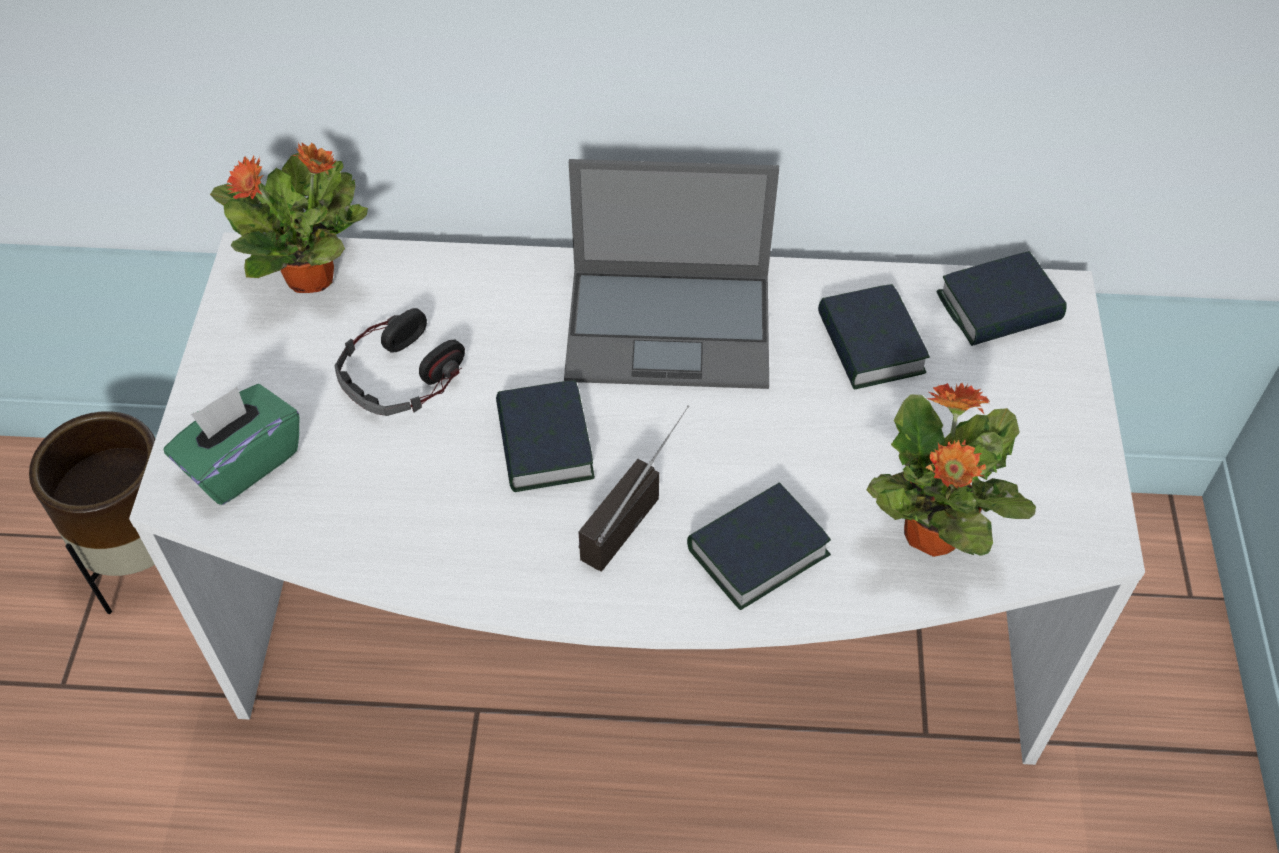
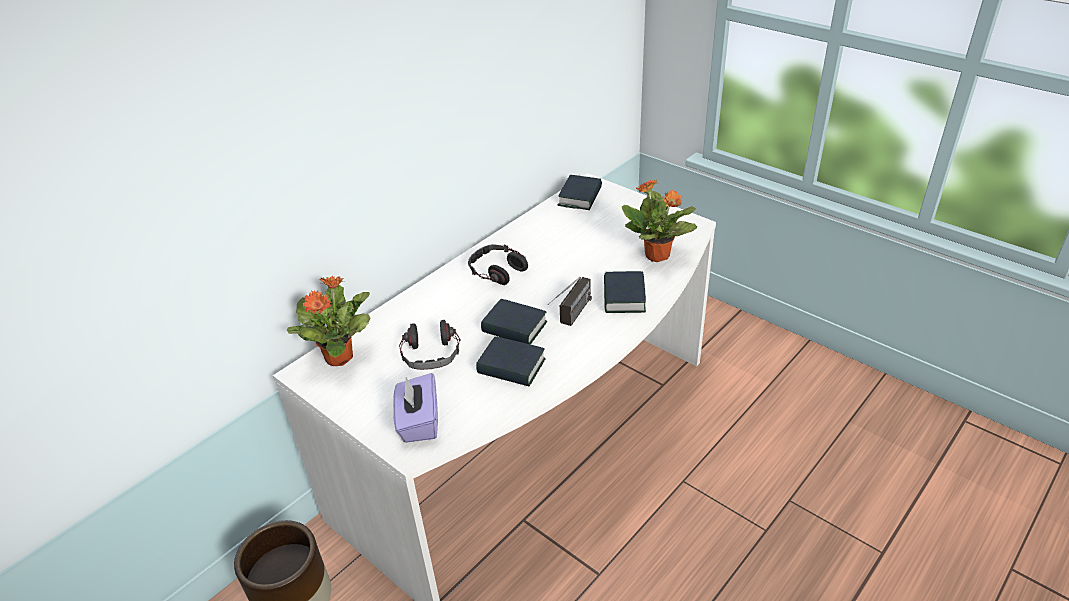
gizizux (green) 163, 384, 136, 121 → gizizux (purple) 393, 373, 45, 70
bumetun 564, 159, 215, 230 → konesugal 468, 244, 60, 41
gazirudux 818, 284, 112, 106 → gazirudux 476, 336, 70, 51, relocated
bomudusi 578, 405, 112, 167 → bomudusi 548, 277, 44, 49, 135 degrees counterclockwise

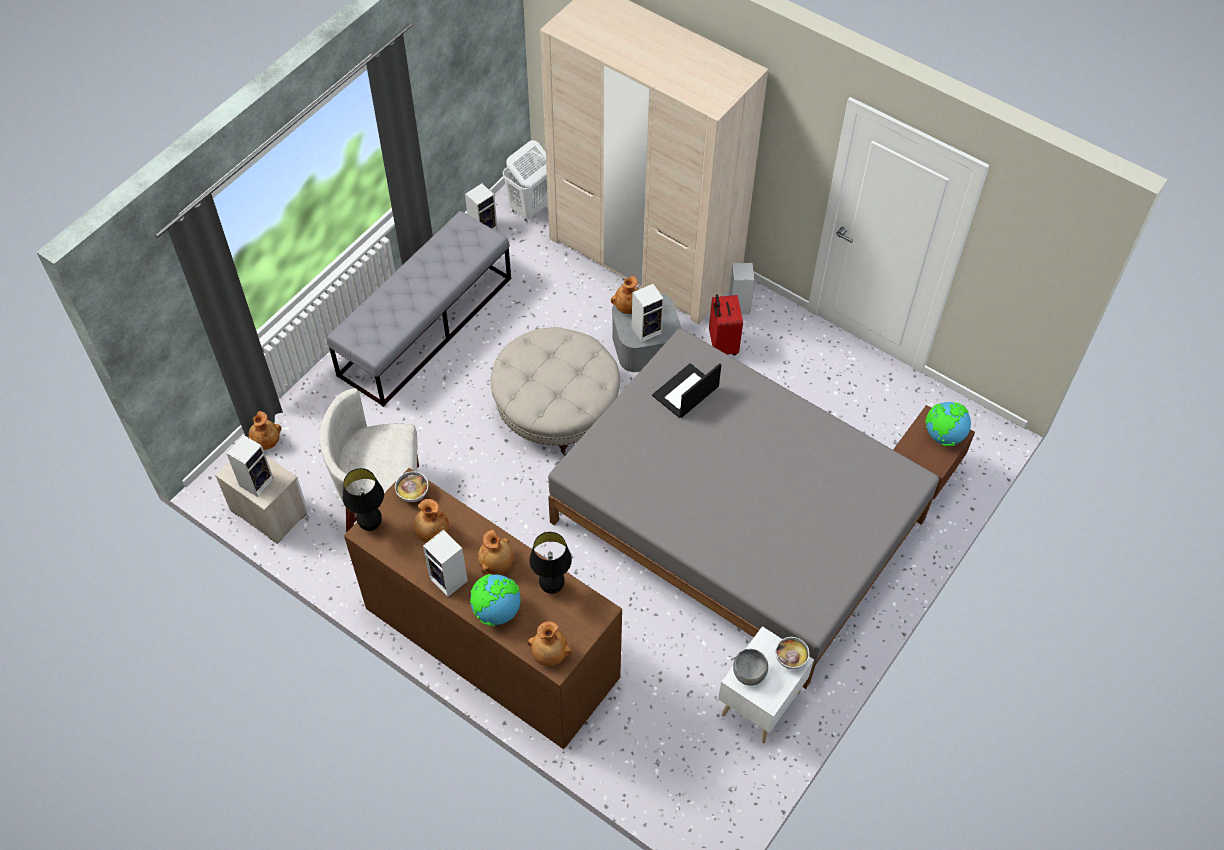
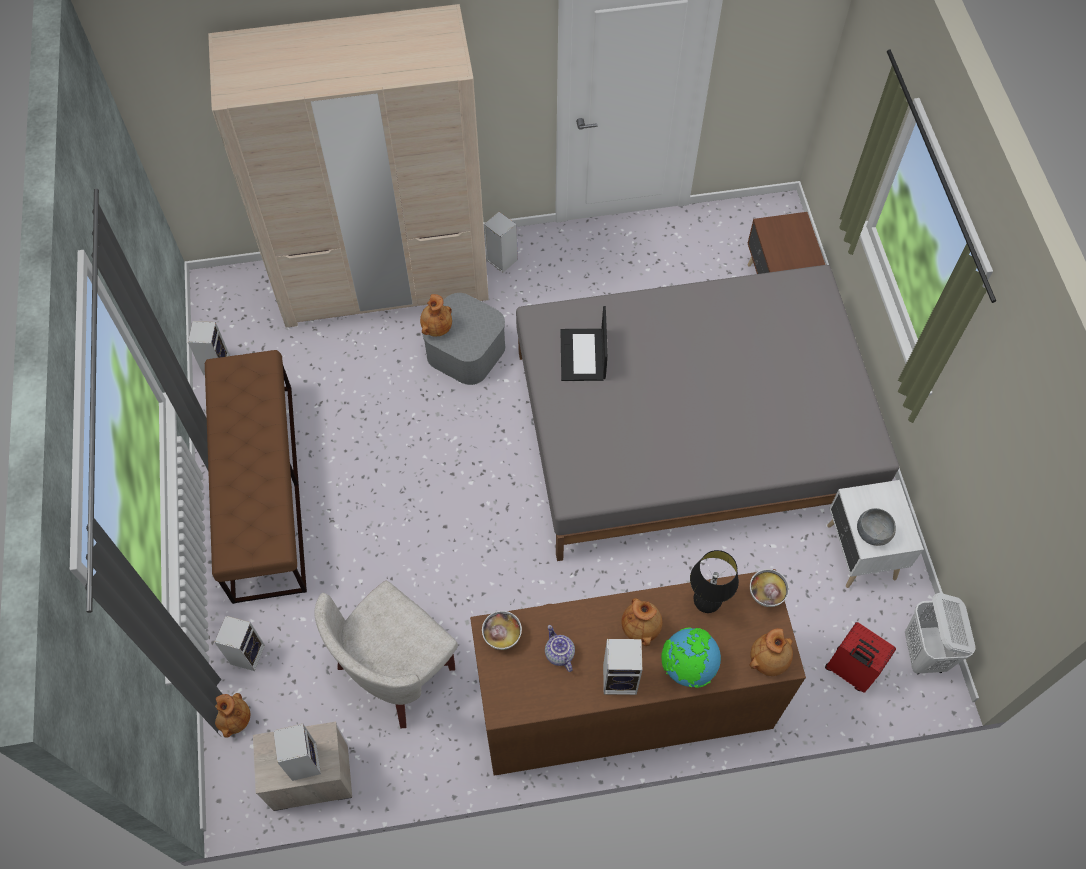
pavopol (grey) 327, 211, 184, 196 → pavopol (brown) 205, 350, 102, 254
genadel 631, 284, 33, 58 → genadel 214, 616, 51, 55, relocated
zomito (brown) 414, 499, 35, 43 → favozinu 545, 625, 30, 47
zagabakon 776, 637, 33, 32 → zagabakon 750, 569, 39, 38, relocated
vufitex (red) 709, 294, 34, 61 → vufitex (red) 825, 622, 71, 71, relocated
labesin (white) 503, 140, 45, 81 → labesin (white) 905, 593, 70, 81, relocated
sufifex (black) 343, 468, 41, 63 → -
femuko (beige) 490, 327, 130, 128 → -
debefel 925, 402, 46, 44 → -

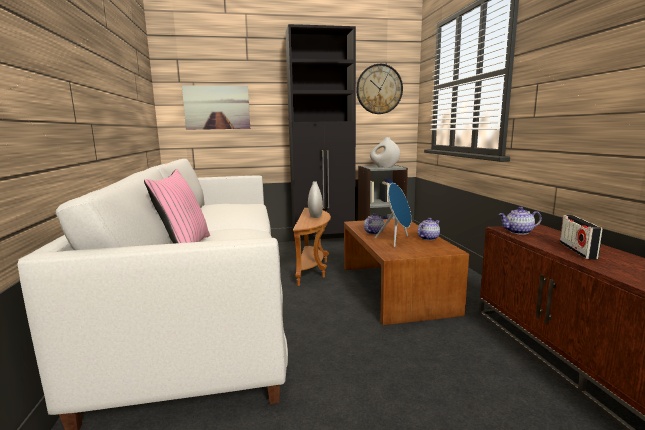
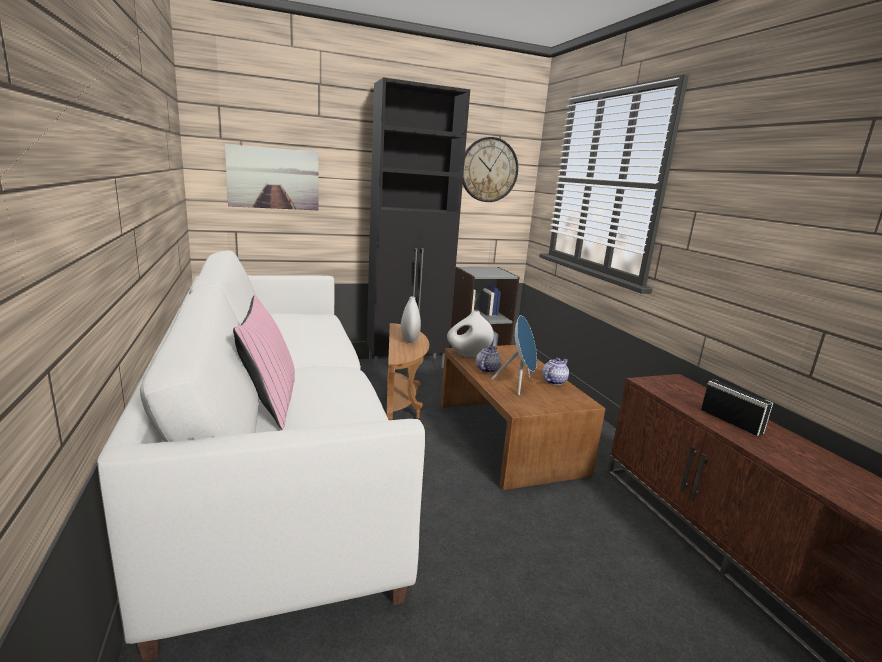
zomito (white) 370, 137, 30, 31 → zomito (white) 447, 310, 47, 47, relocated
bomudusi 560, 215, 43, 45 → bomudusi 701, 380, 72, 56, 150 degrees clockwise
favozinu 499, 207, 43, 28 → -

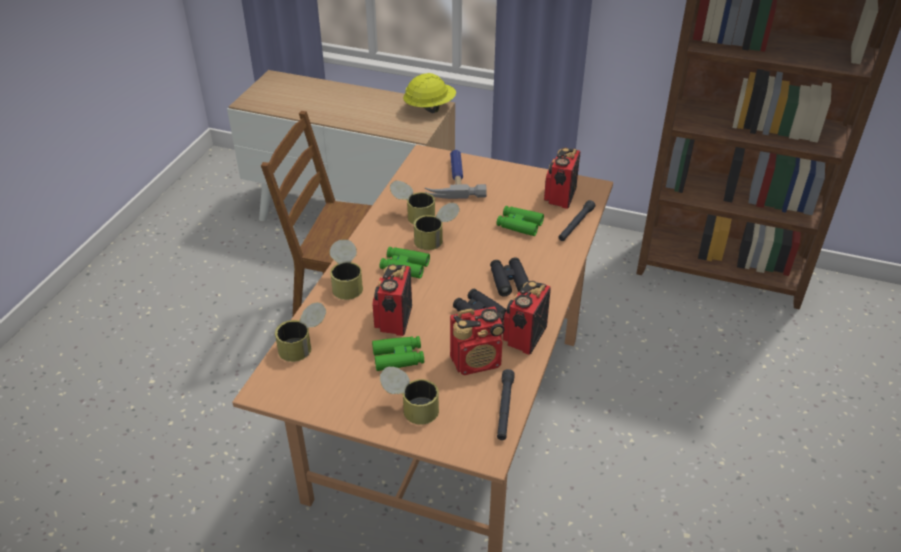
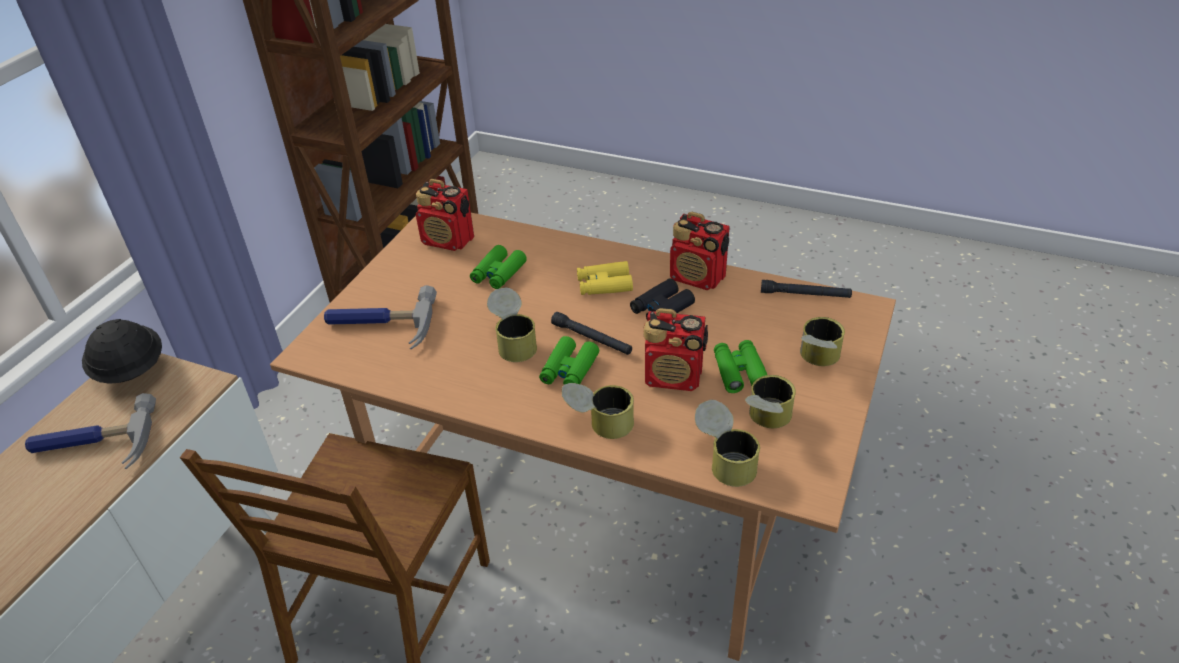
- → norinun 25, 393, 131, 76
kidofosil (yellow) 403, 73, 53, 40 → kidofosil (black) 82, 319, 80, 65
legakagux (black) 558, 200, 37, 41 → legakagux (black) 551, 312, 81, 43, relocated
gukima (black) 490, 257, 39, 40 → gukima (yellow) 577, 261, 56, 34
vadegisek 390, 181, 45, 43 → vadegisek 745, 375, 51, 53, relocated
bomudusi 450, 306, 55, 69 → -

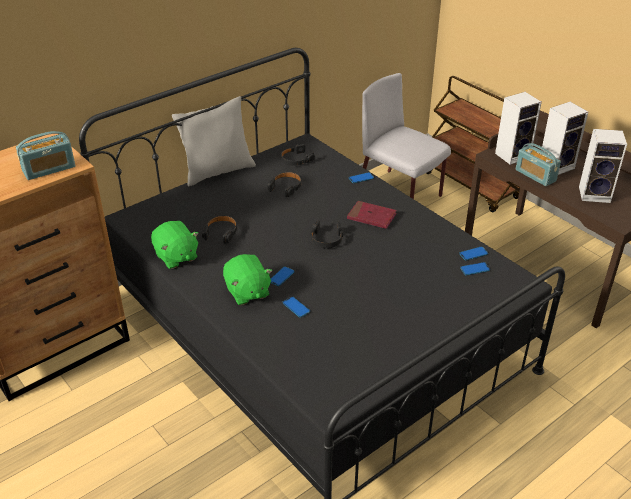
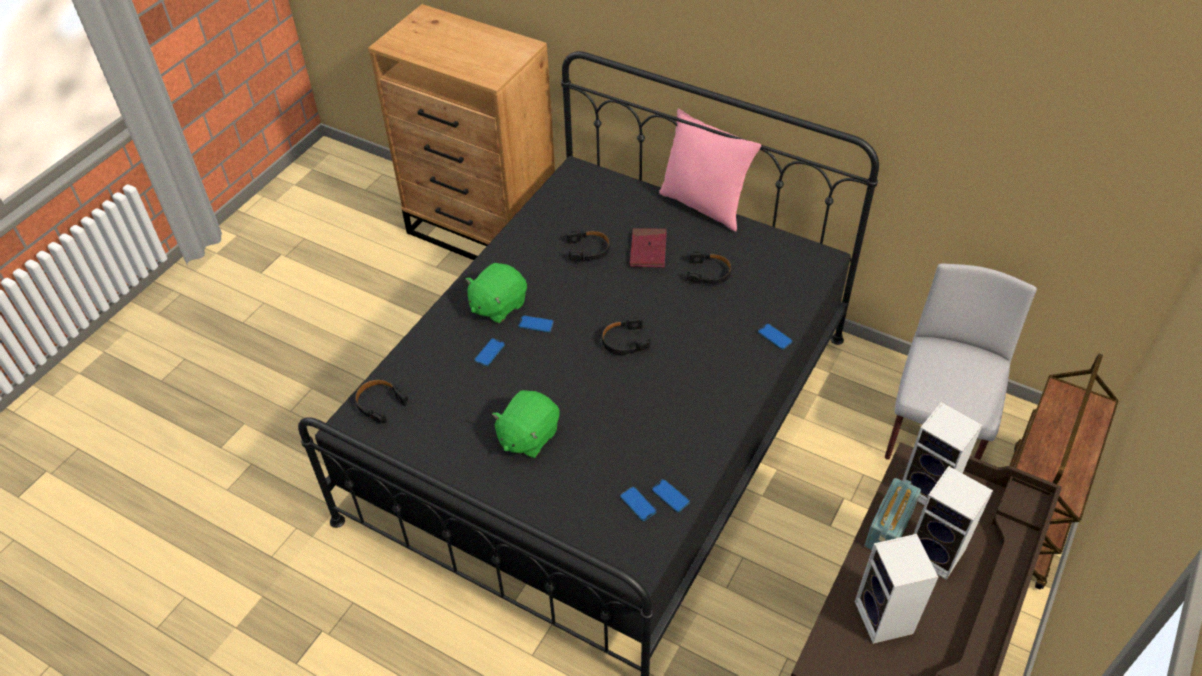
konesugal (black) 281, 144, 34, 22 → konesugal (black) 355, 379, 53, 45, relocated
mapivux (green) 151, 221, 48, 48 → mapivux (green) 492, 390, 68, 68, relocated
gazirudux (red) 347, 201, 50, 28 → gazirudux (red) 630, 228, 37, 40, relocated
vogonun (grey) 172, 96, 84, 90 → vogonun (pink) 659, 108, 102, 124
bomudusi 16, 131, 59, 49 → -

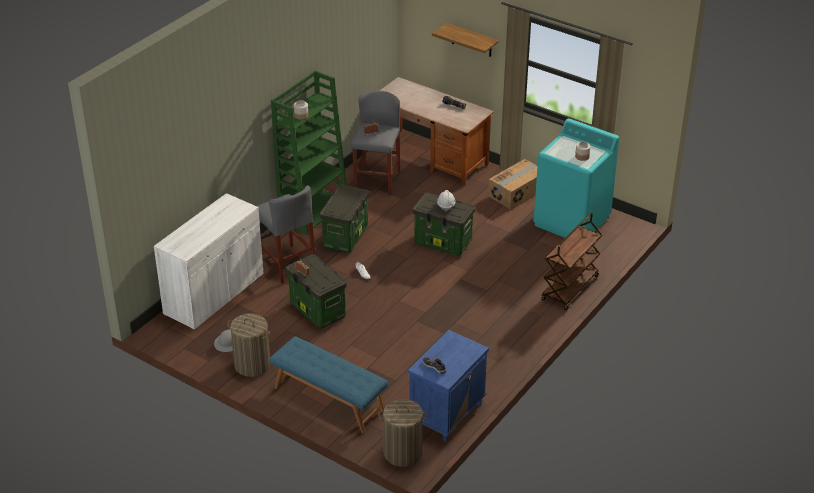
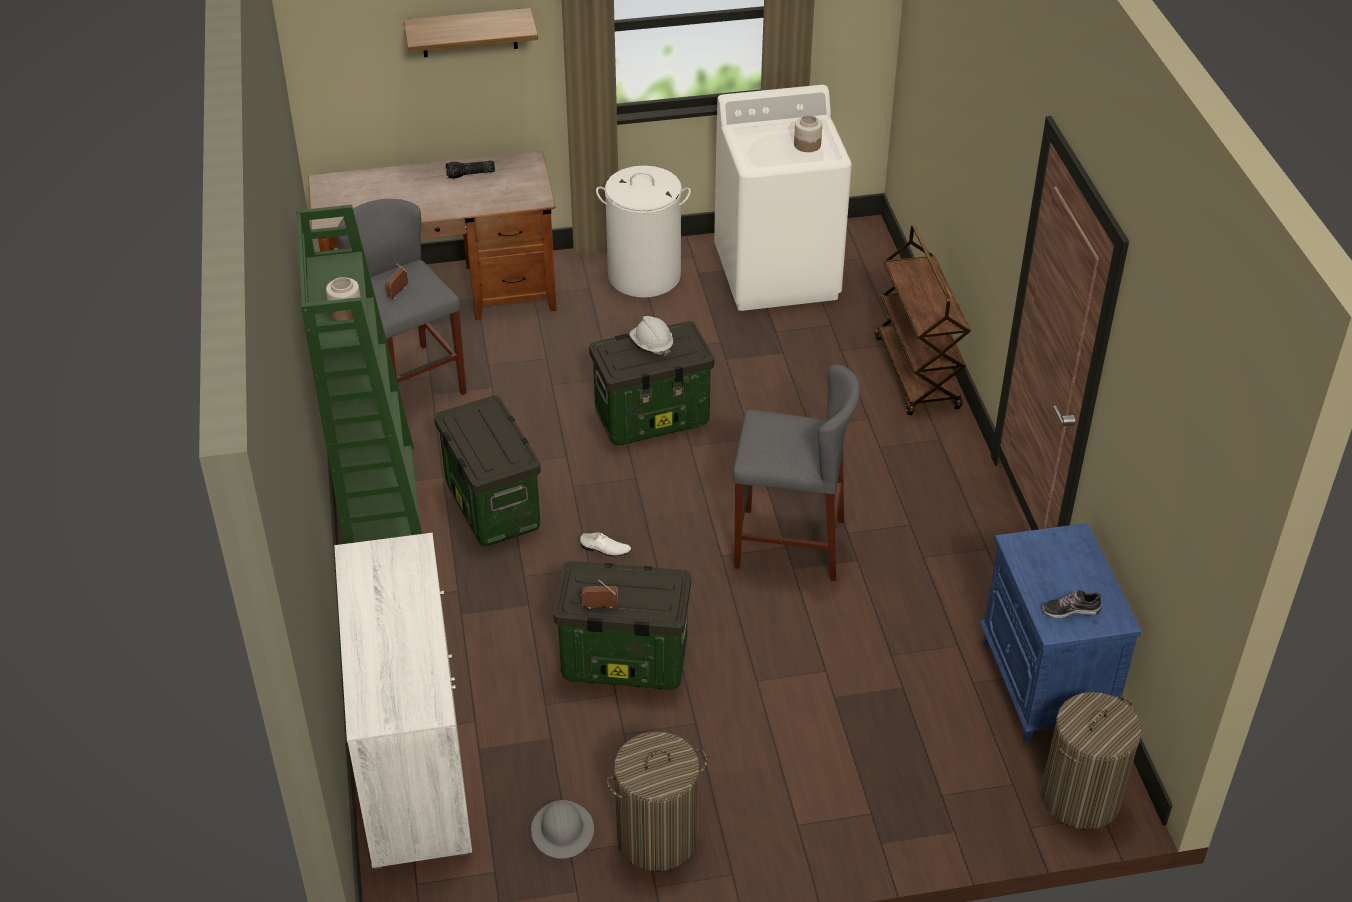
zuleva 488, 159, 50, 50 → labesin (white) 596, 166, 95, 132
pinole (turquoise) 534, 118, 85, 120 → pinole (white) 714, 85, 138, 226
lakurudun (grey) 257, 185, 59, 99 → lakurudun (grey) 733, 365, 127, 216, relocated
pavopol (blue) 269, 336, 119, 97 → -

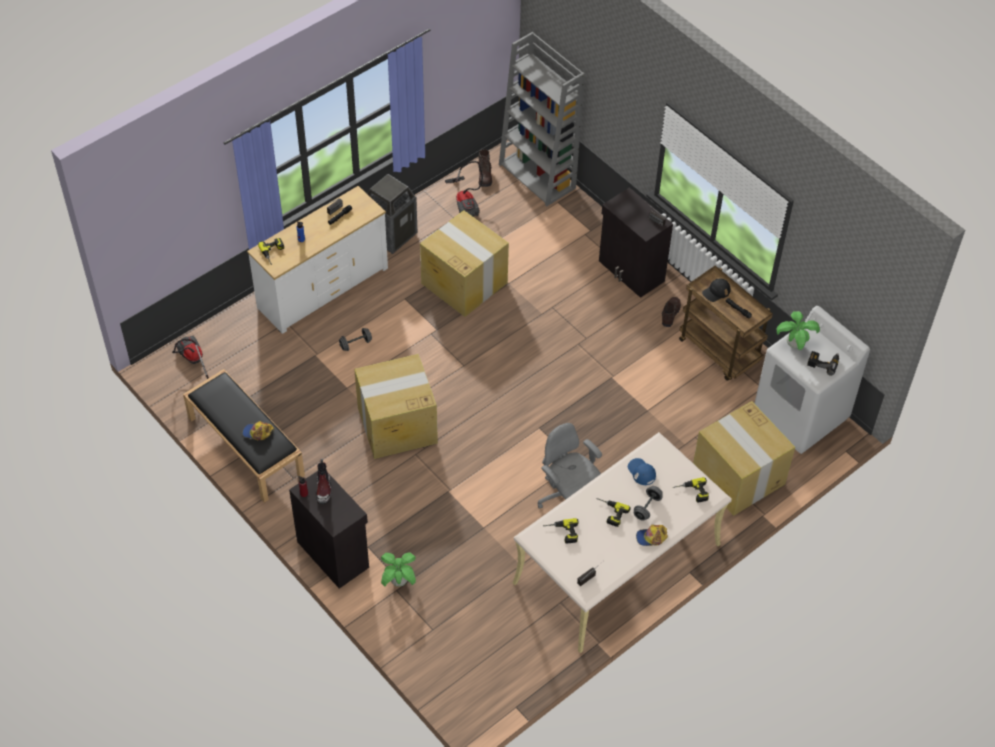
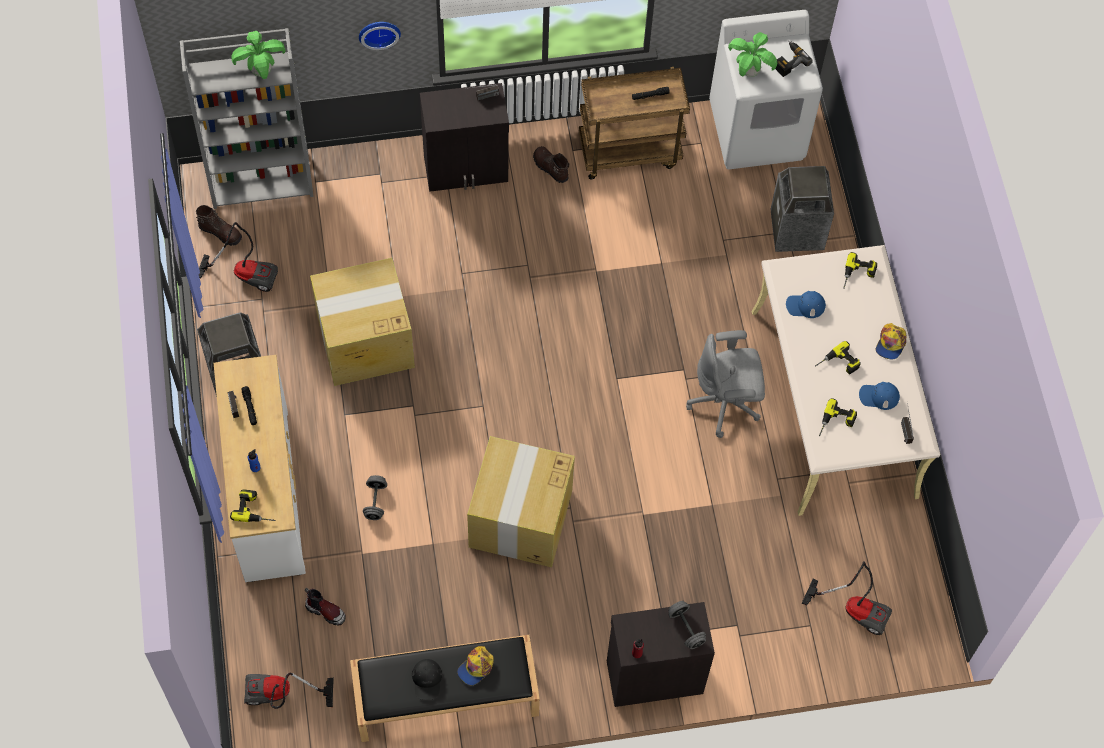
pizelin 381, 552, 35, 35 → pizelin 231, 31, 55, 48, relocated
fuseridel 316, 459, 15, 45 → fuseridel 305, 588, 41, 38, relocated
- → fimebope 359, 22, 42, 28
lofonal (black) 702, 279, 29, 23 → lofonal (black) 412, 659, 30, 41, relocated
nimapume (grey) 634, 486, 29, 35 → nimapume (grey) 668, 601, 38, 48, relocated
zuleva 693, 401, 102, 115 → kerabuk 770, 166, 64, 86
- → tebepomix 802, 561, 90, 74
- → lofonal (blue) 859, 382, 41, 28

